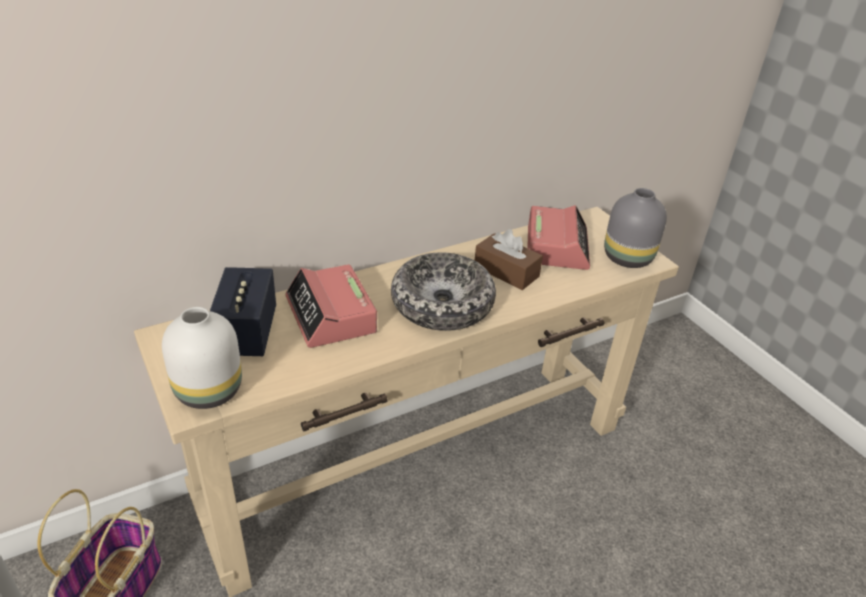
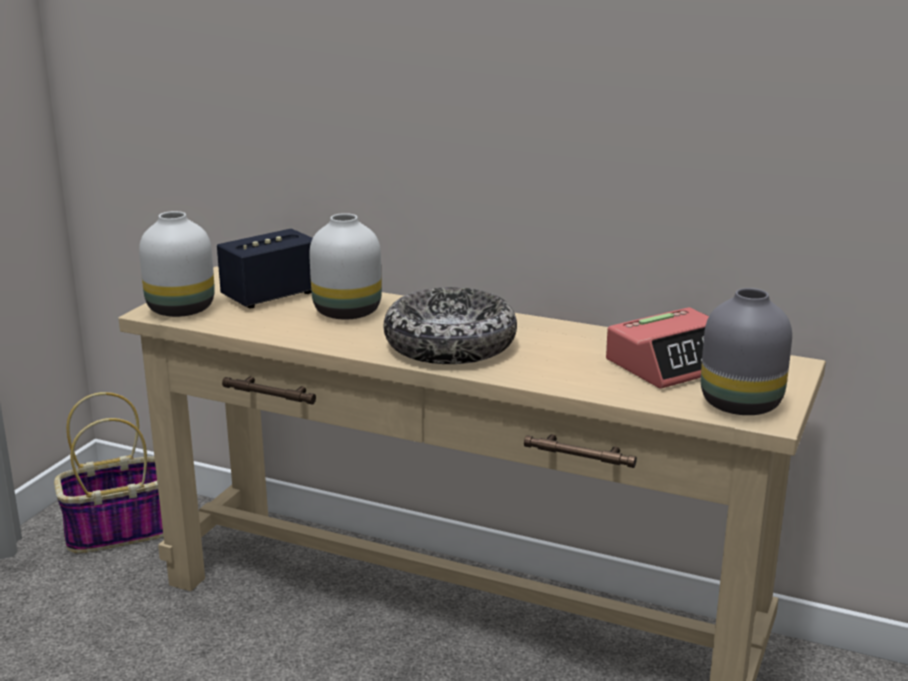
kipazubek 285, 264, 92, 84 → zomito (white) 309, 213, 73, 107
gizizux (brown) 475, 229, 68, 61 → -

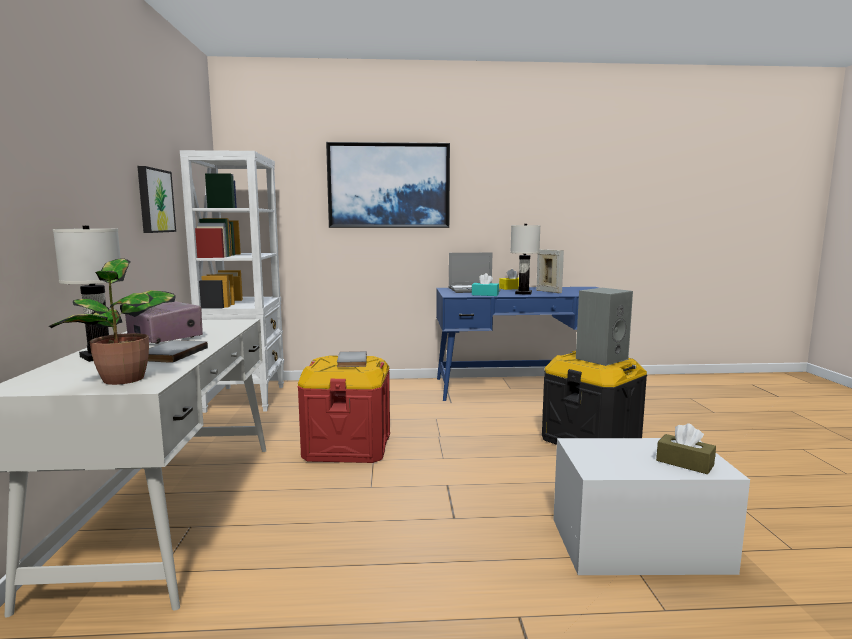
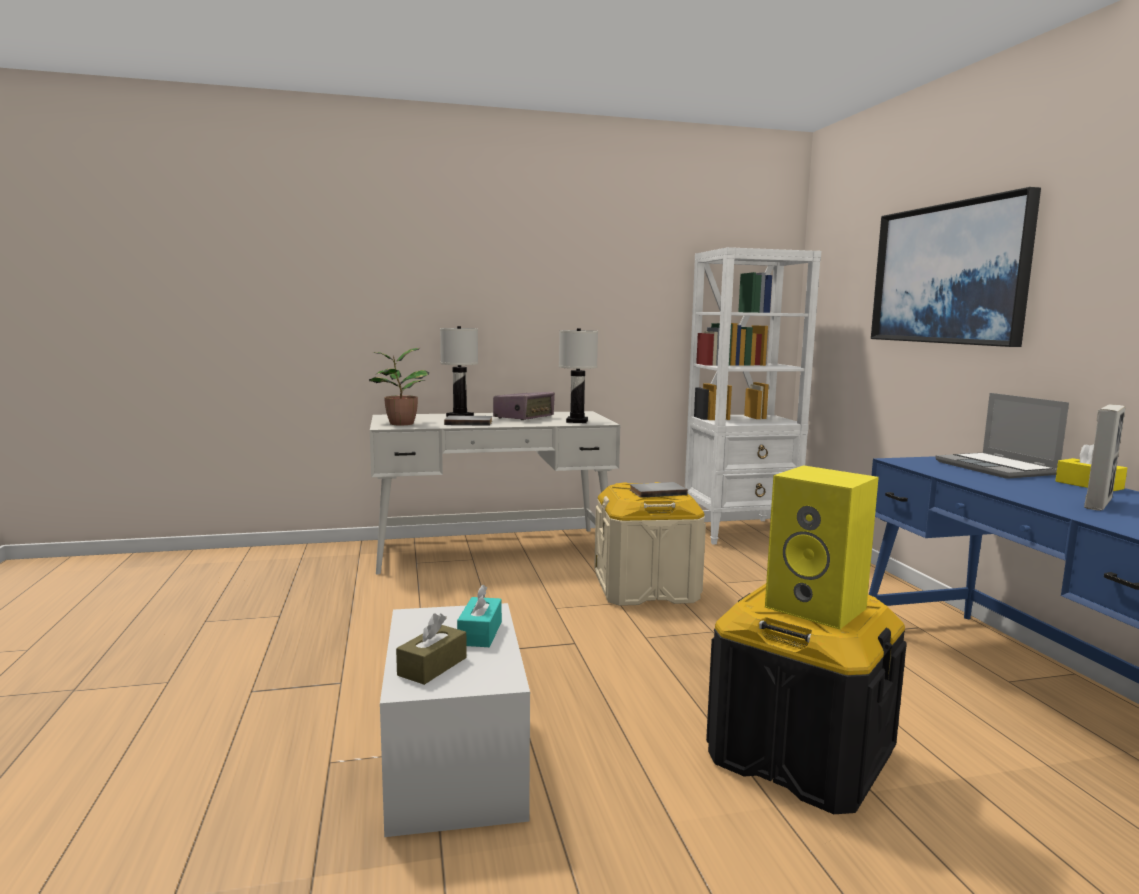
gizizux (turquoise) 472, 273, 27, 23 → gizizux (turquoise) 457, 585, 45, 62, relocated
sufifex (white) 510, 224, 31, 71 → sufifex (white) 559, 328, 39, 95, relocated
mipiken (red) 298, 356, 92, 107 → mipiken (beige) 594, 482, 112, 124
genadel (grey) 576, 288, 57, 78 → genadel (yellow) 765, 465, 114, 165
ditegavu 137, 166, 39, 67 → -

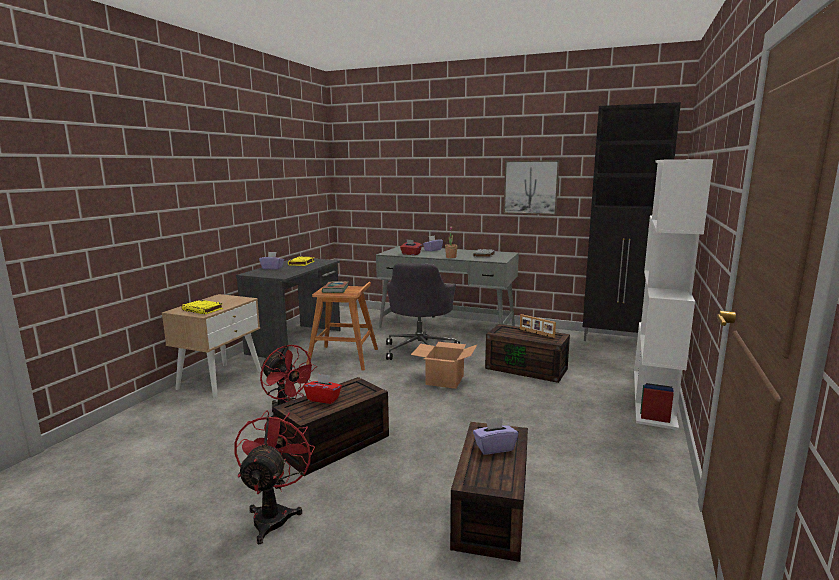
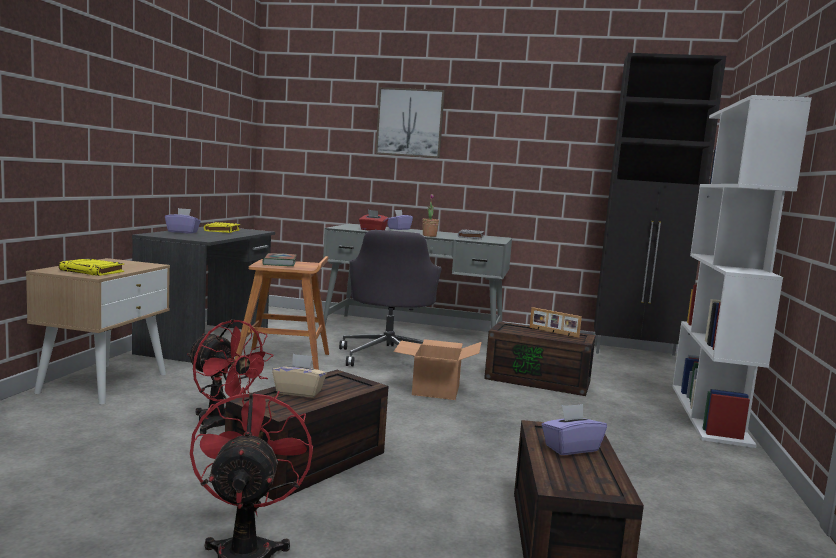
gizizux (red) 304, 373, 38, 31 → gizizux (beige) 272, 354, 55, 43
ditegavu 503, 160, 56, 55 → ditegavu 376, 87, 69, 71, relocated

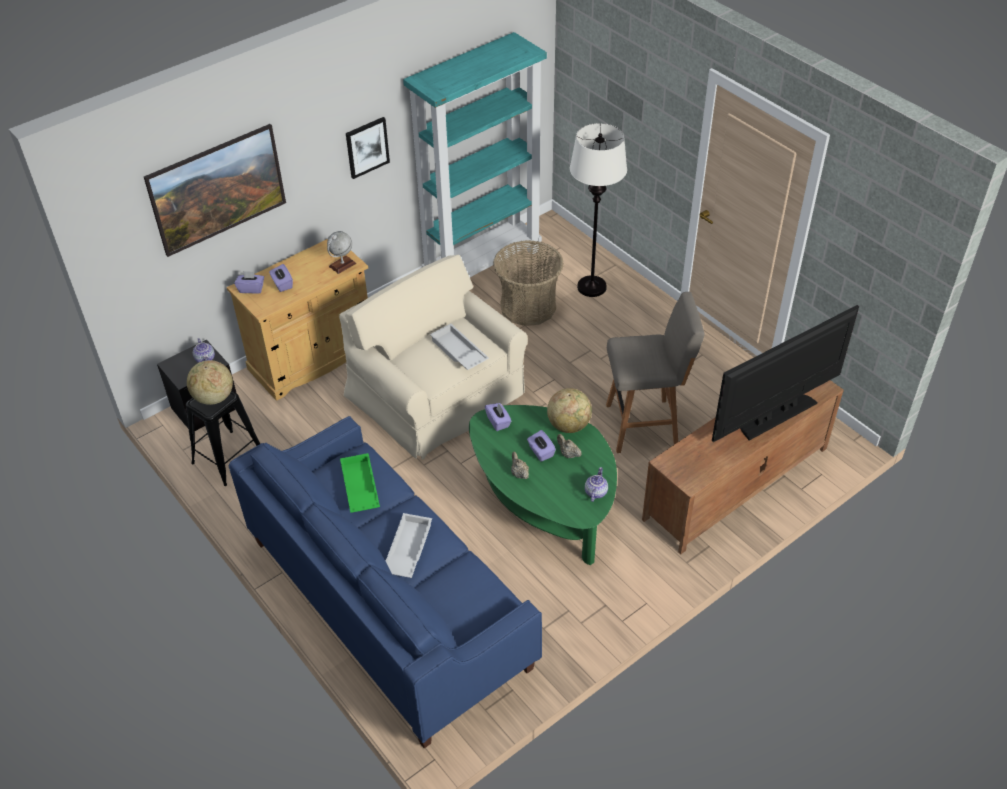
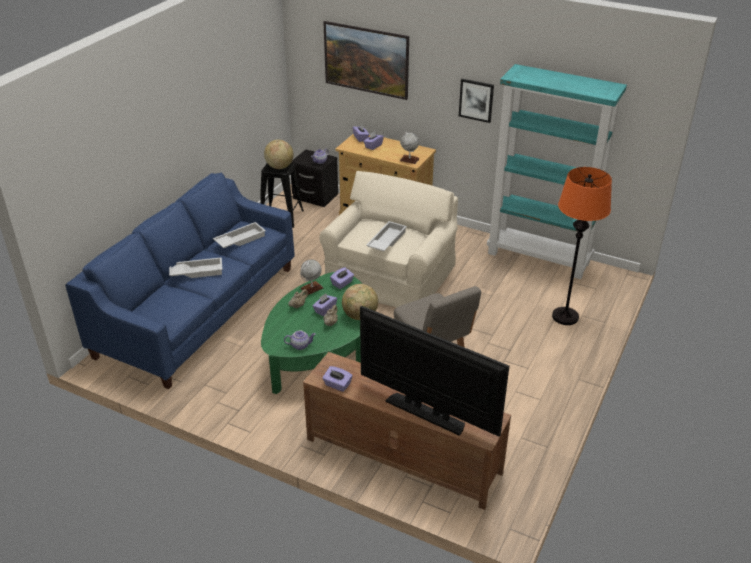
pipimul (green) 340, 453, 40, 60 → pipimul (white) 213, 222, 53, 26
- → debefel 300, 260, 23, 35
- → gizizux (purple) 322, 366, 31, 26
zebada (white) 570, 123, 57, 174 → zebada (orange) 552, 167, 60, 158
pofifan 493, 240, 71, 86 → -

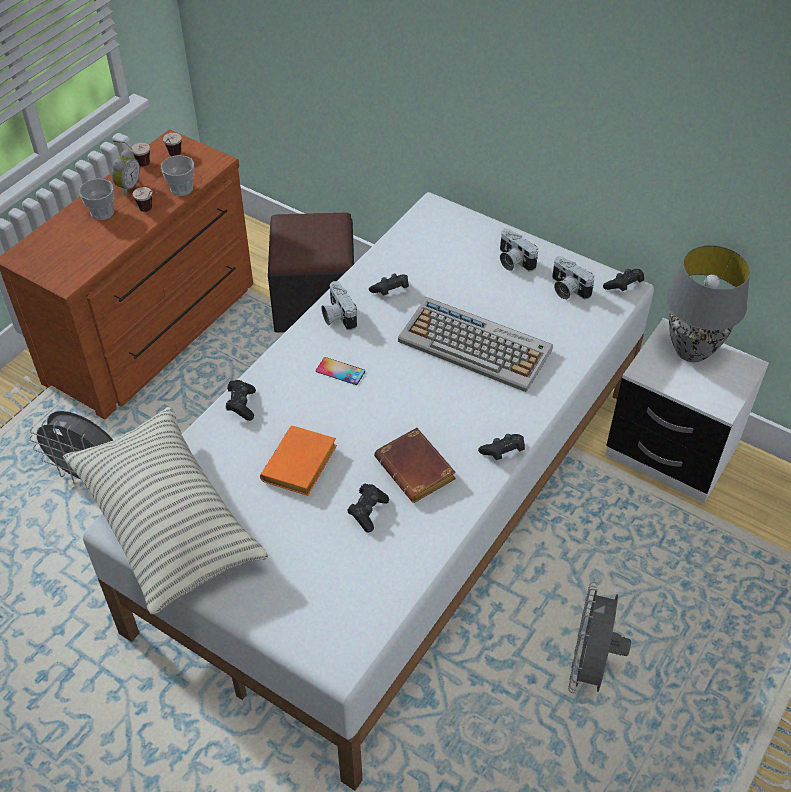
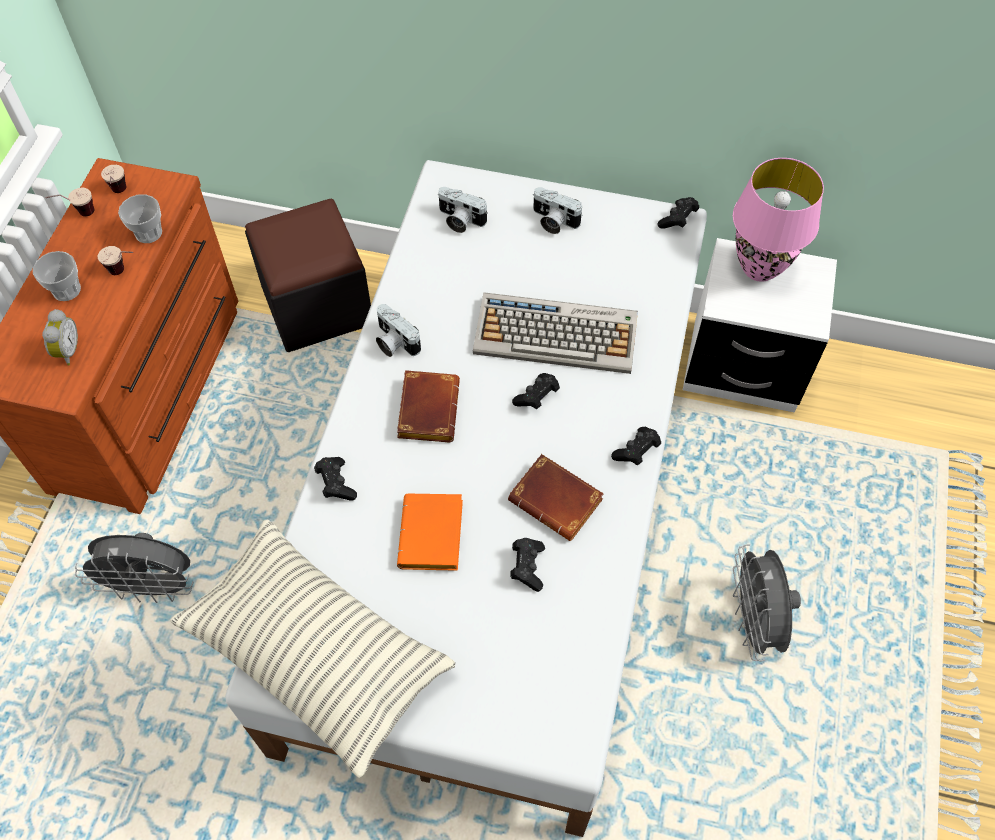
kipazubek 112, 149, 28, 47 → kipazubek 42, 309, 36, 57, relocated
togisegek 316, 357, 49, 28 → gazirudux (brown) 397, 370, 63, 72
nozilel 552, 256, 43, 44 → nozilel 438, 187, 50, 46, relocated
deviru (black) 369, 274, 40, 22 → deviru (black) 512, 373, 48, 36, relocated
sufifex (grey) 666, 245, 84, 117 → sufifex (pink) 733, 158, 91, 124

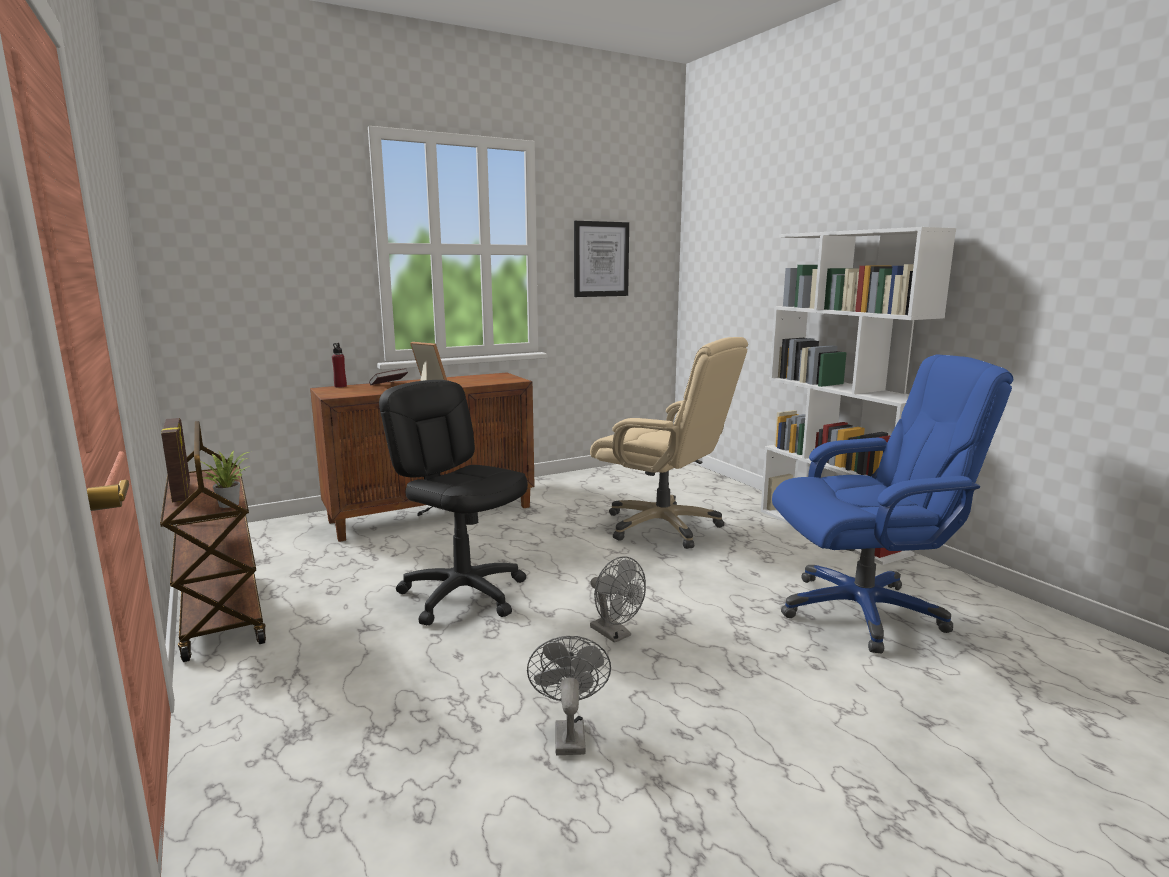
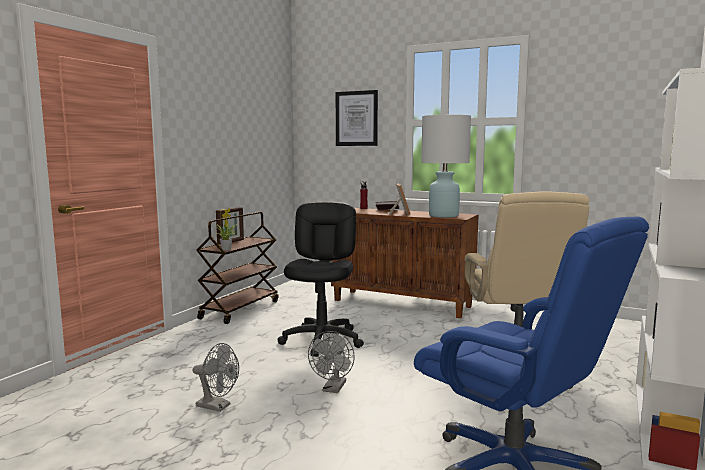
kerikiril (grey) 527, 636, 84, 119 → kerikiril (grey) 193, 343, 46, 69, 60 degrees clockwise
ditegavu 574, 221, 55, 76 → ditegavu 336, 90, 42, 56, relocated
- → sufifex (white) 421, 115, 50, 103

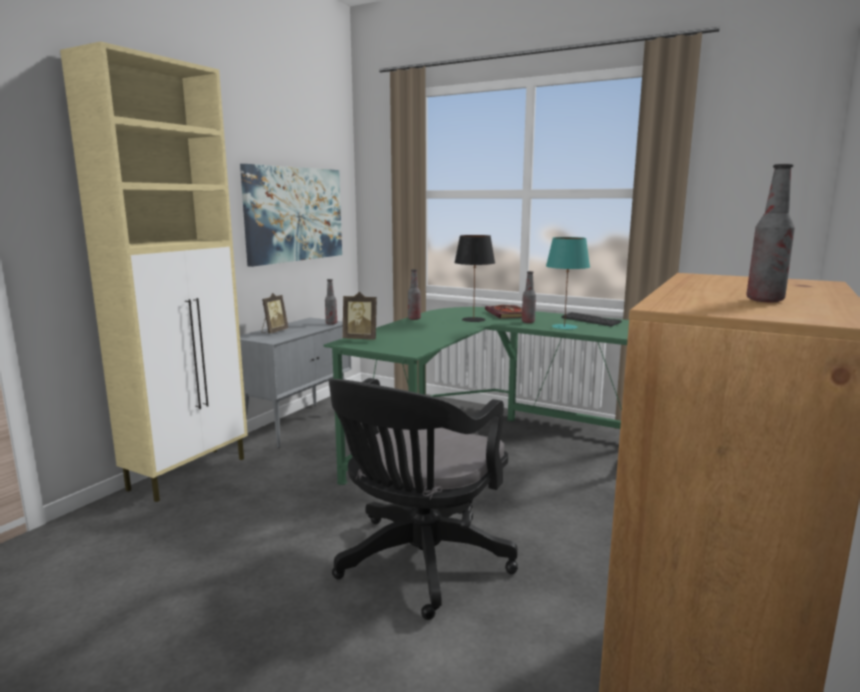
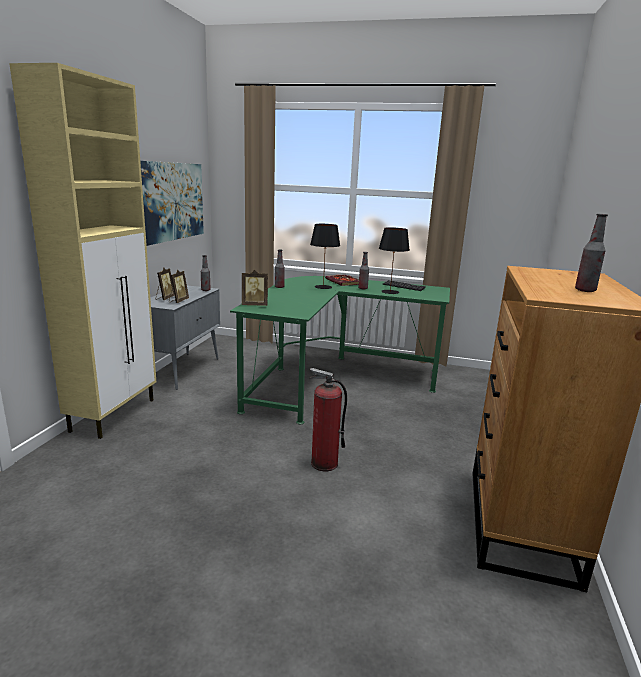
- → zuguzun 169, 270, 20, 33
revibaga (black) 329, 378, 189, 242 → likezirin 310, 368, 37, 103
sufifex (turquoise) 546, 237, 44, 93 → sufifex (black) 379, 227, 31, 67

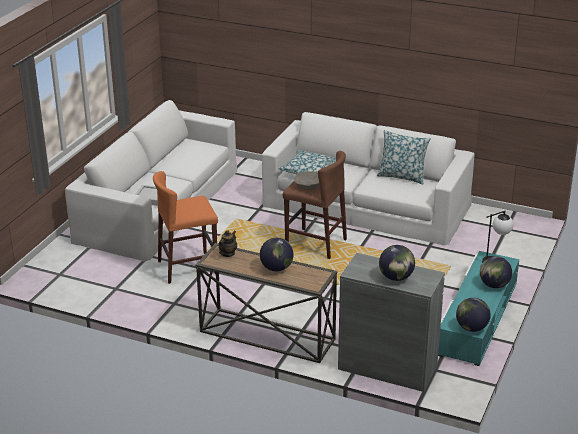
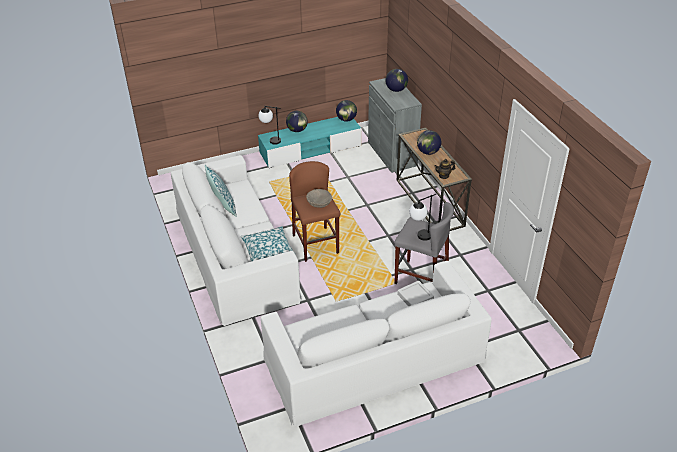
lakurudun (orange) 153, 171, 65, 113 → lakurudun (grey) 394, 202, 60, 82
- → sufifex 409, 194, 27, 47

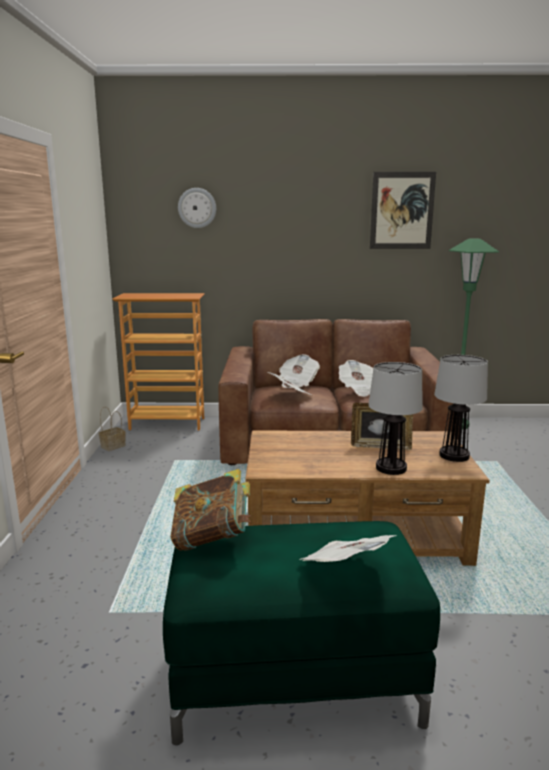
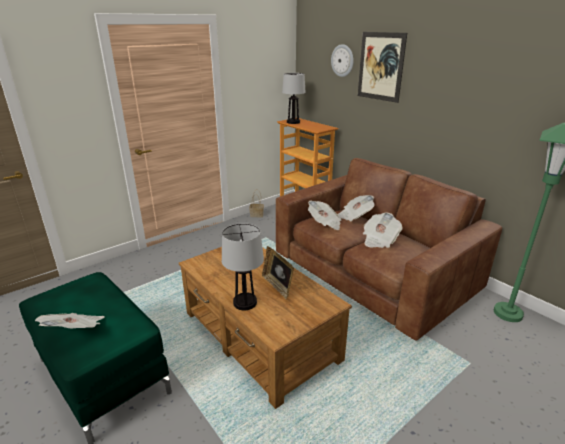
sufifex 434, 355, 54, 107 → sufifex 282, 73, 24, 51, relocated
ditegavu 370, 172, 66, 77 → ditegavu 358, 32, 49, 71, relocated
gazirudux 171, 469, 80, 82 → -

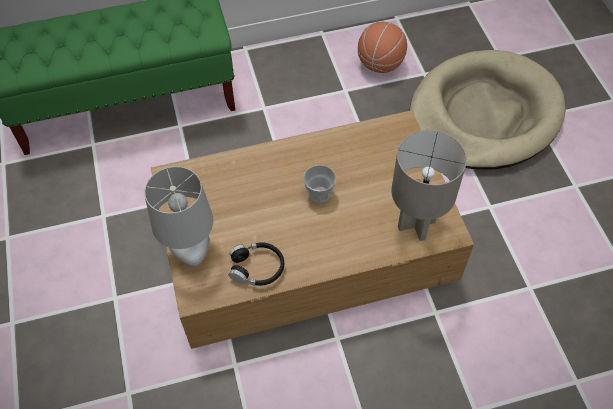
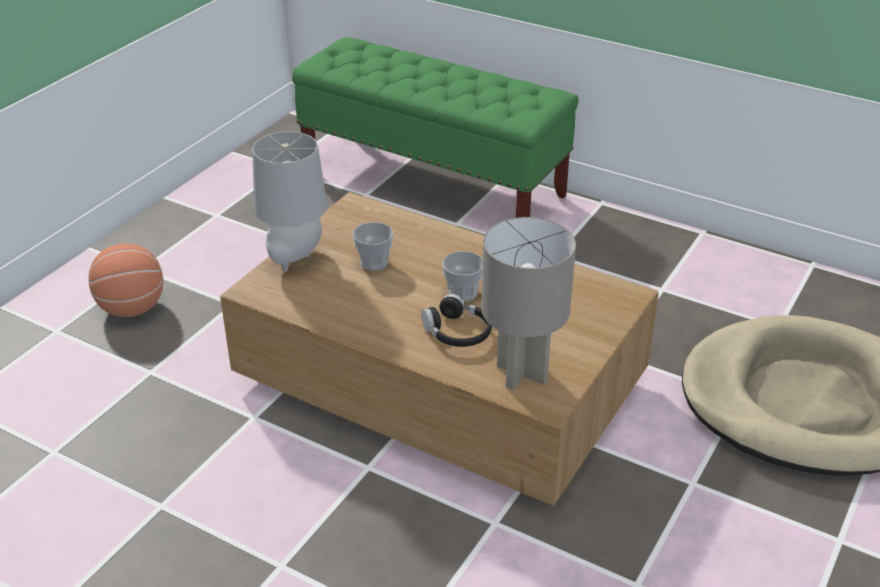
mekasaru 358, 22, 49, 51 → mekasaru 89, 243, 74, 74, relocated
- → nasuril 352, 222, 41, 49
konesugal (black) 229, 242, 55, 44 → konesugal (black) 422, 294, 70, 53, relocated

